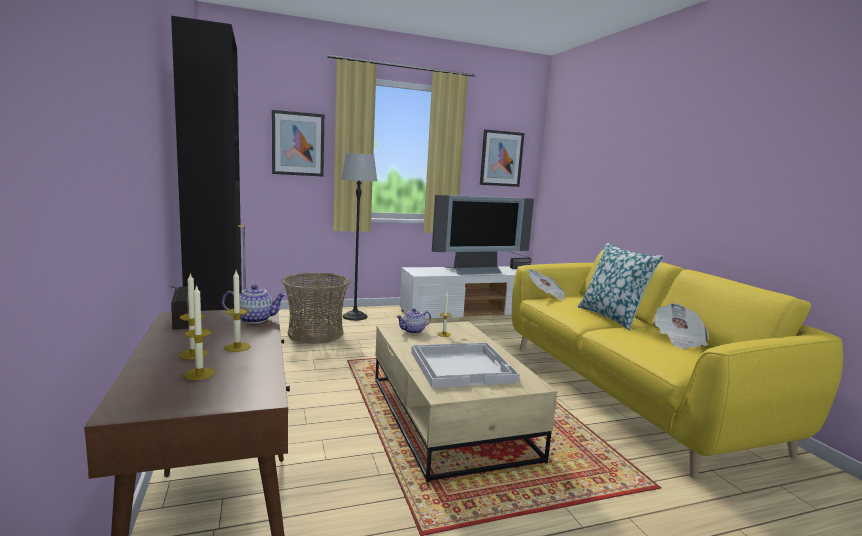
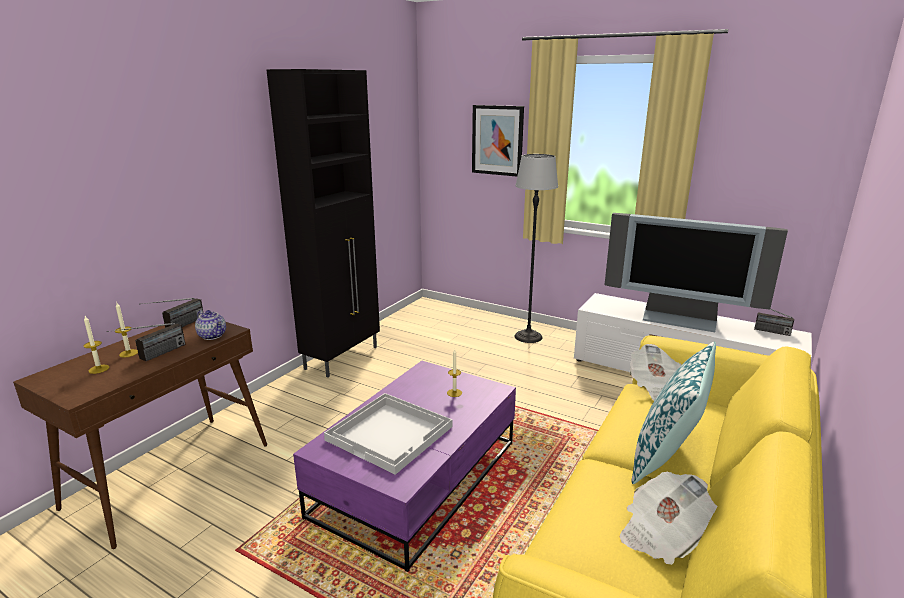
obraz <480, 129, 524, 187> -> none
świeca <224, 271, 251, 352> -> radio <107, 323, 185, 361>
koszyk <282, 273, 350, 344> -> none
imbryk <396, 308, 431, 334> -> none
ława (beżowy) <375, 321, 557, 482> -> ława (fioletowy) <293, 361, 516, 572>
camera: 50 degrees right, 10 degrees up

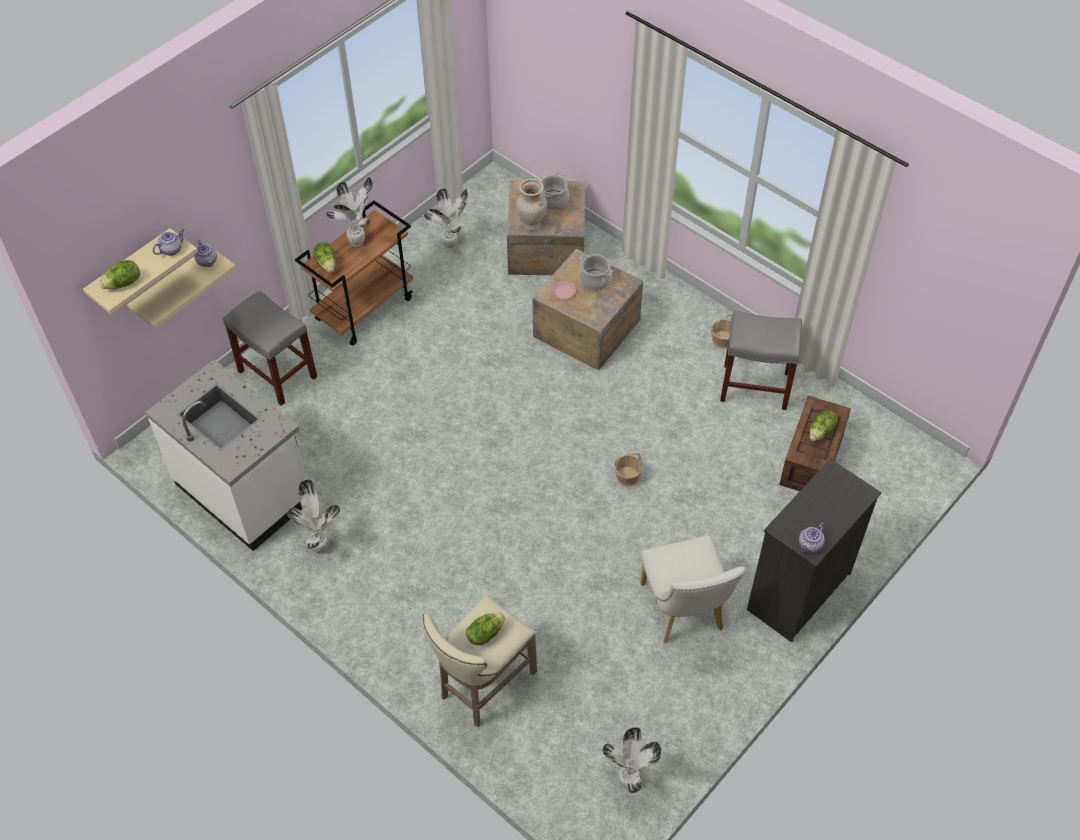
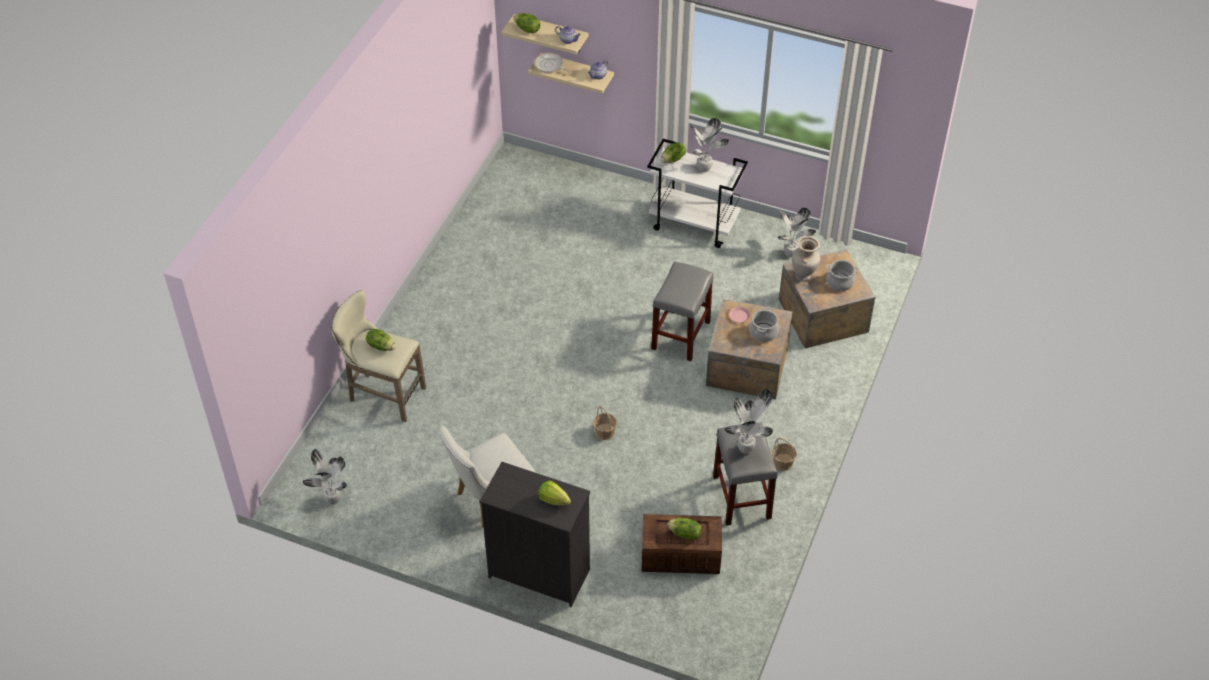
wózek (brązowy) <295, 201, 413, 346> -> wózek (biały) <647, 139, 748, 248>
stołek (szary) <223, 291, 317, 406> -> stołek (szary) <651, 261, 714, 361>, relocated
zabudowa kuchenna (biały) <145, 360, 306, 551> -> none
roślina doniczkowa <287, 480, 340, 554> -> roślina doniczkowa <724, 389, 773, 454>, relocated
imbryk <799, 523, 825, 553> -> none
none -> patelnia <534, 53, 573, 73>
none -> sałata <538, 480, 571, 505>
camera: 70 degrees right, 5 degrees down

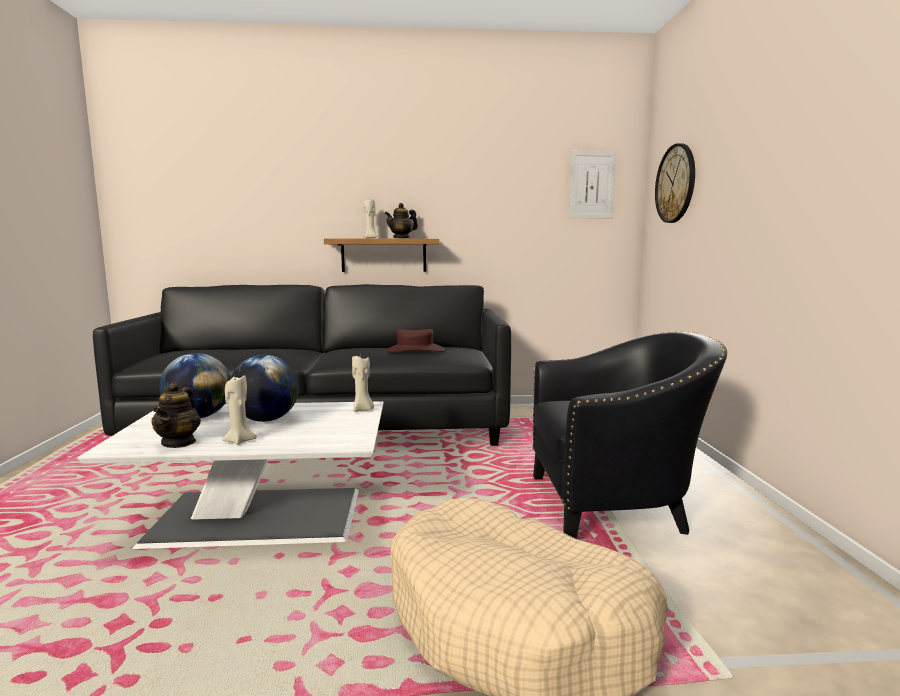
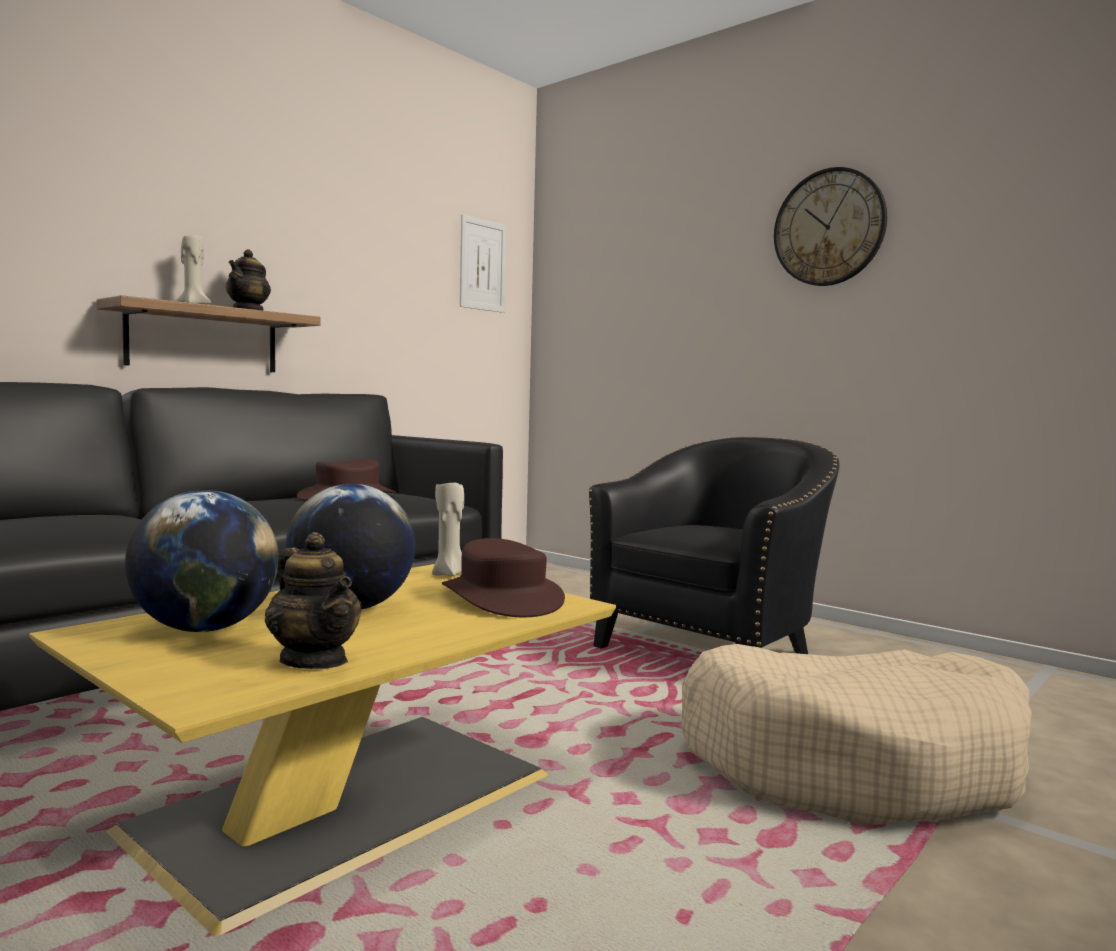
zegar ścienny <655, 143, 695, 223> -> zegar ścienny <774, 167, 887, 286>, relocated
świeca (beżowy) <222, 375, 257, 445> -> none
ława (biały) <78, 401, 384, 549> -> ława (żółty) <29, 564, 616, 936>
none -> kapelusz (brązowy) <442, 538, 565, 617>
camera: 45 degrees left, 5 degrees down

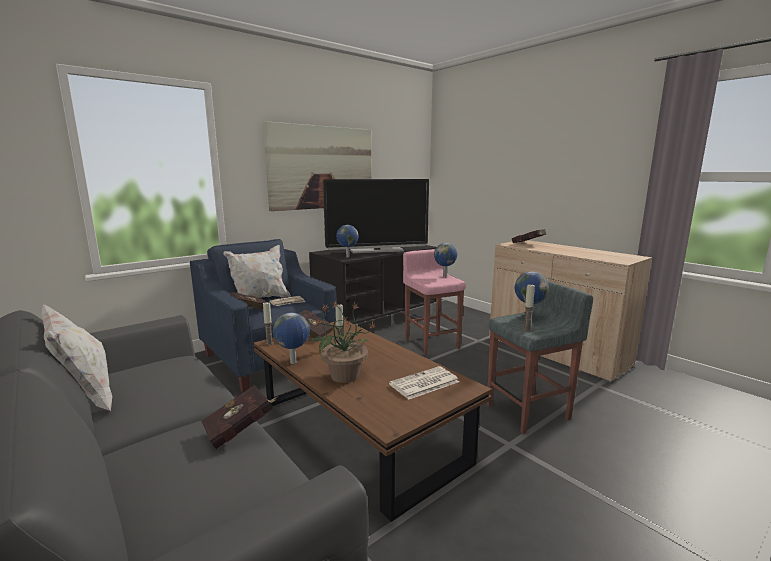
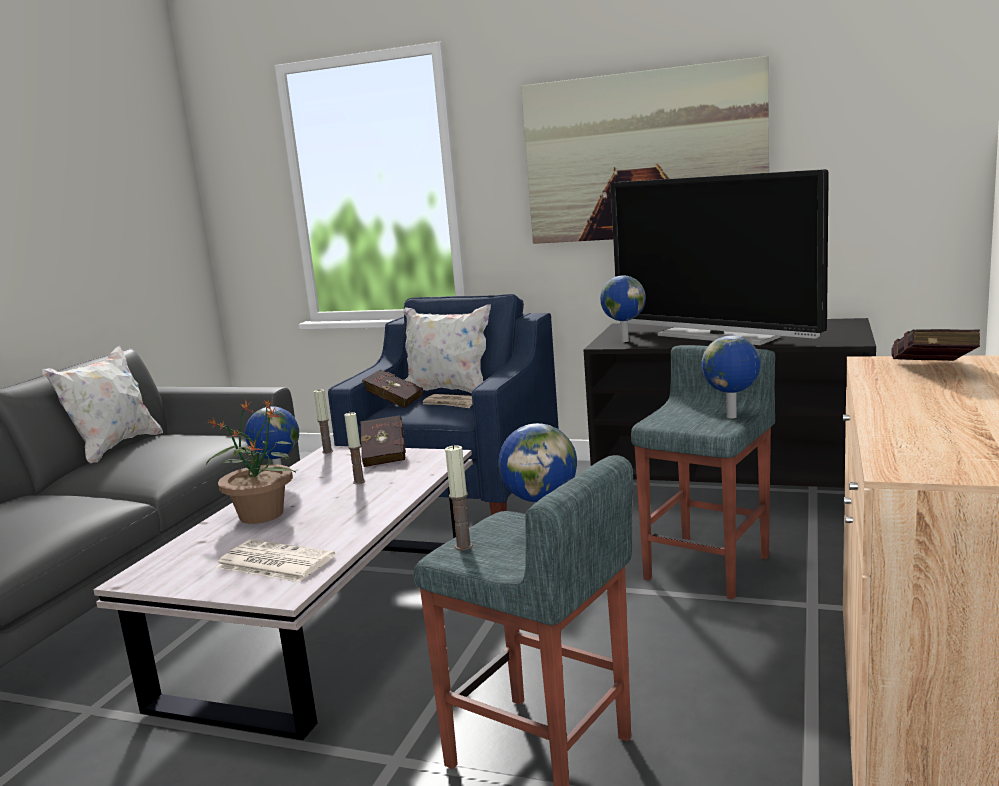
stołek (różowy) <403, 249, 466, 355> -> stołek (szary) <631, 345, 775, 599>
ława (brązowy) <254, 321, 492, 522> -> ława (biały) <93, 446, 473, 740>
książka (czerwony) <201, 385, 277, 449> -> none
camera: 60 degrees right, 0 degrees up

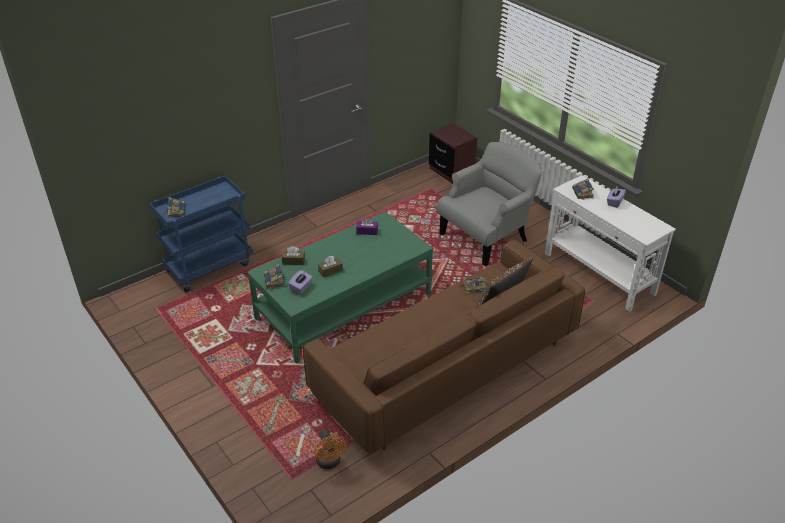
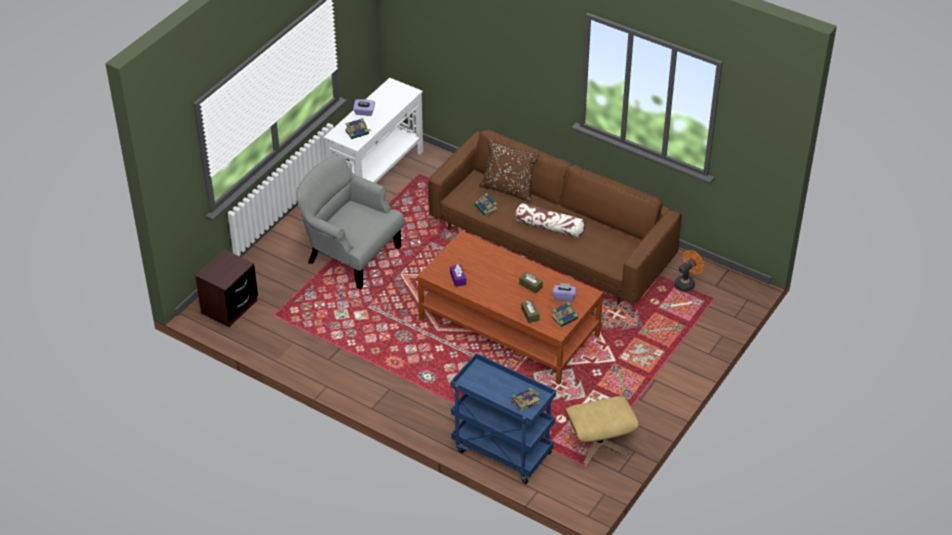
ława (zielony) <247, 212, 433, 364> -> ława (brązowy) <417, 230, 603, 385>
none -> poduszka <515, 203, 585, 238>
none -> pufa (beżowy) <565, 396, 639, 465>
camera: 110 degrees left, 5 degrees up

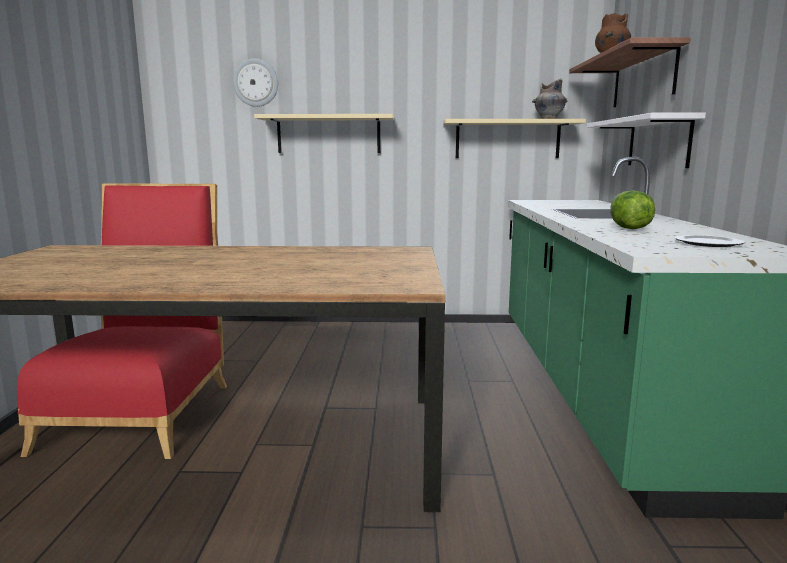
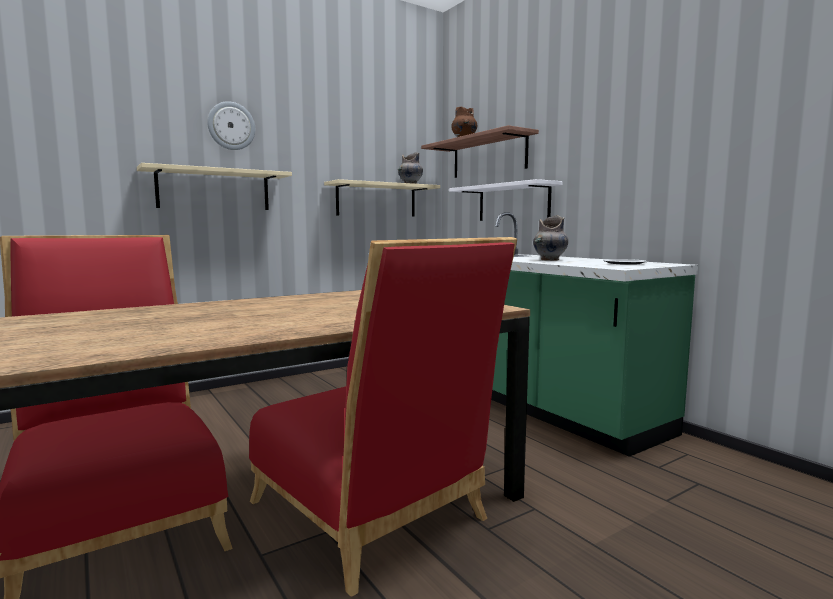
zegar ścienny <233, 58, 278, 107> -> zegar ścienny <207, 101, 255, 150>, relocated
sałata <610, 190, 655, 229> -> wazon (szary) <533, 215, 568, 261>
none -> krzesło (czerwony) <249, 237, 517, 597>
camera: 35 degrees left, 5 degrees down

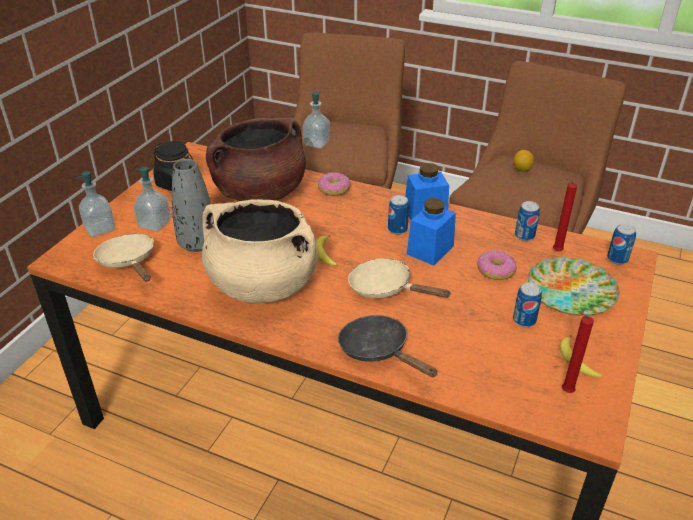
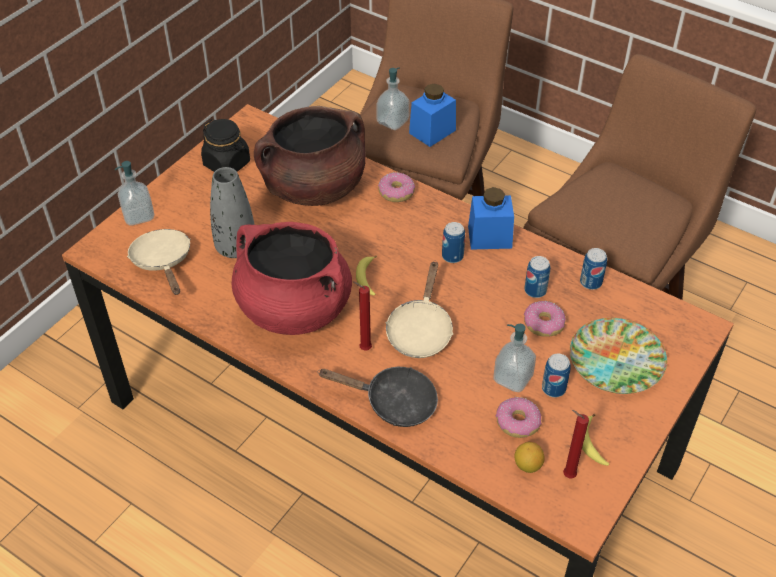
cytryna <513, 150, 534, 172> -> cytryna <514, 442, 545, 473>, relocated
dozownik mydła <133, 167, 171, 232> -> dozownik mydła <493, 324, 536, 392>, relocated
świeca (czerwony) <553, 177, 577, 252> -> świeca (czerwony) <353, 281, 372, 351>, relocated
słoik (niebieski) <407, 198, 456, 266> -> słoik (niebieski) <409, 84, 456, 147>, relocated
garnek (beżowy) <202, 199, 318, 303> -> garnek (czerwony) <232, 222, 352, 335>
puszka <607, 223, 636, 265> -> puszka <524, 256, 550, 298>, relocated
patelnia (beżowy) <348, 258, 451, 298> -> patelnia (beżowy) <385, 261, 453, 358>, 120 degrees counterclockwise
patelnia (czarny) <338, 315, 438, 377> -> patelnia (czarny) <318, 367, 438, 427>, 135 degrees clockwise
none -> donut <496, 397, 541, 438>
camera: 10 degrees right, 10 degrees up

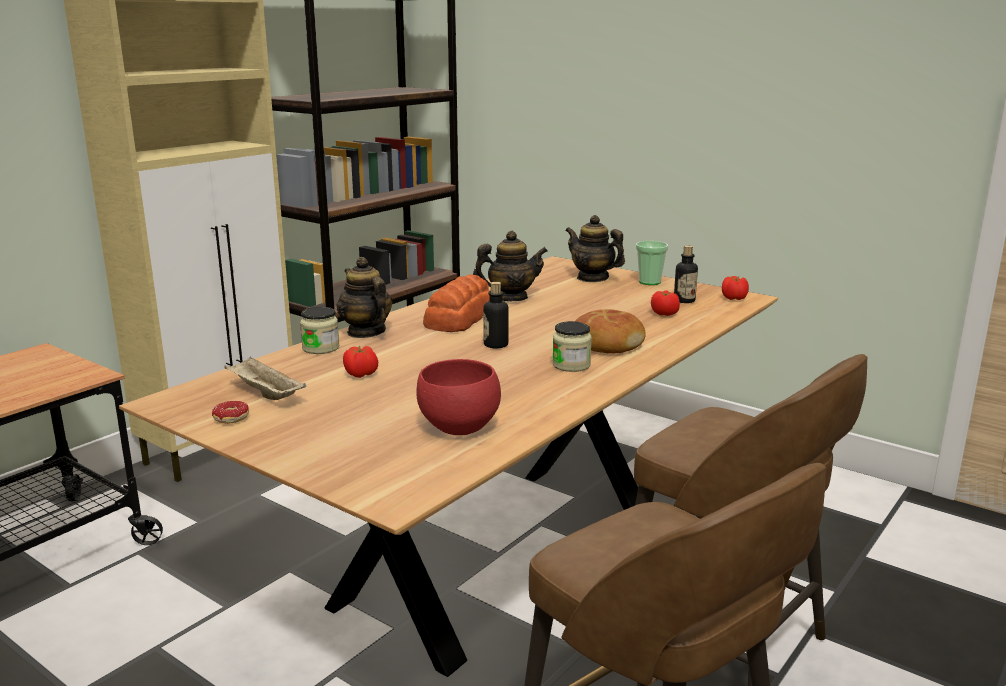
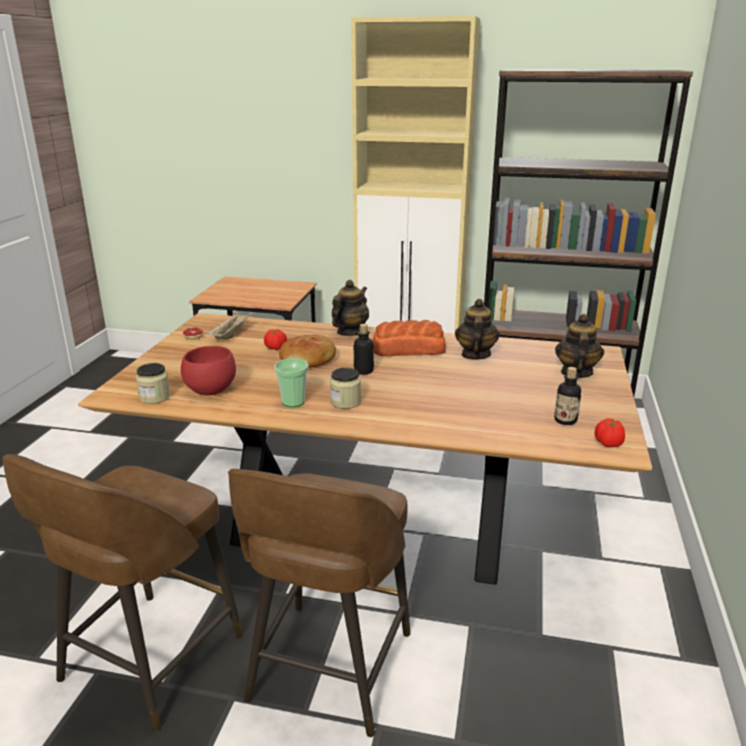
imbryk <473, 231, 548, 301> -> imbryk <455, 299, 500, 360>, 135 degrees counterclockwise
filiżanka <636, 241, 668, 285> -> filiżanka <274, 359, 308, 407>, relocated
pomidor <651, 290, 680, 316> -> none
słoik <300, 307, 339, 354> -> słoik <136, 363, 170, 404>, relocated
chleb <575, 309, 646, 353> -> chleb <279, 334, 336, 368>, relocated
camera: 65 degrees right, 5 degrees up

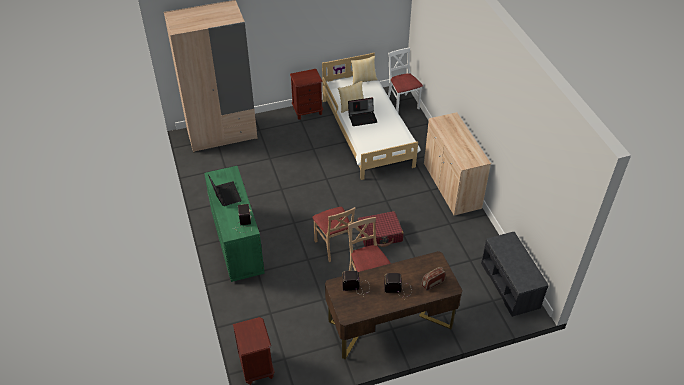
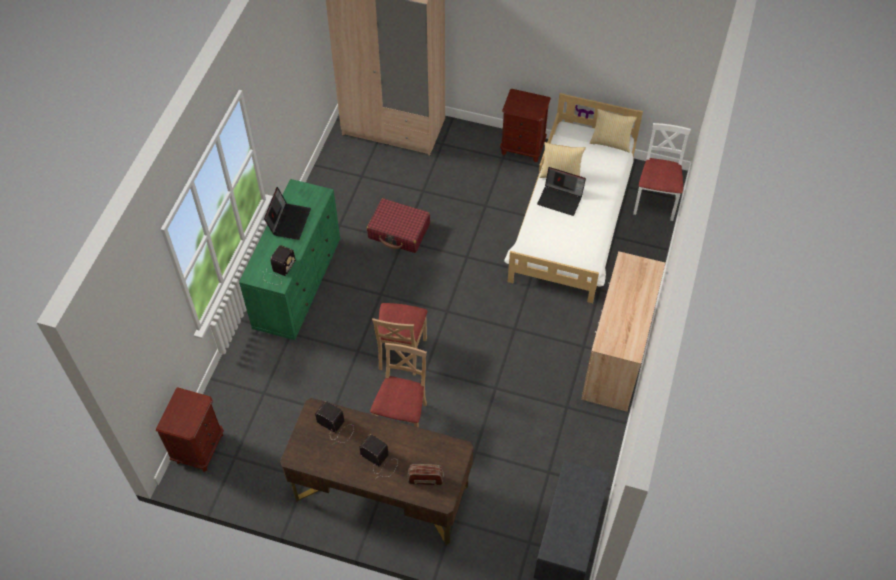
walizka (czerwony) <358, 211, 404, 247> -> walizka (czerwony) <367, 198, 430, 253>, relocated
camera: 35 degrees right, 10 degrees up

